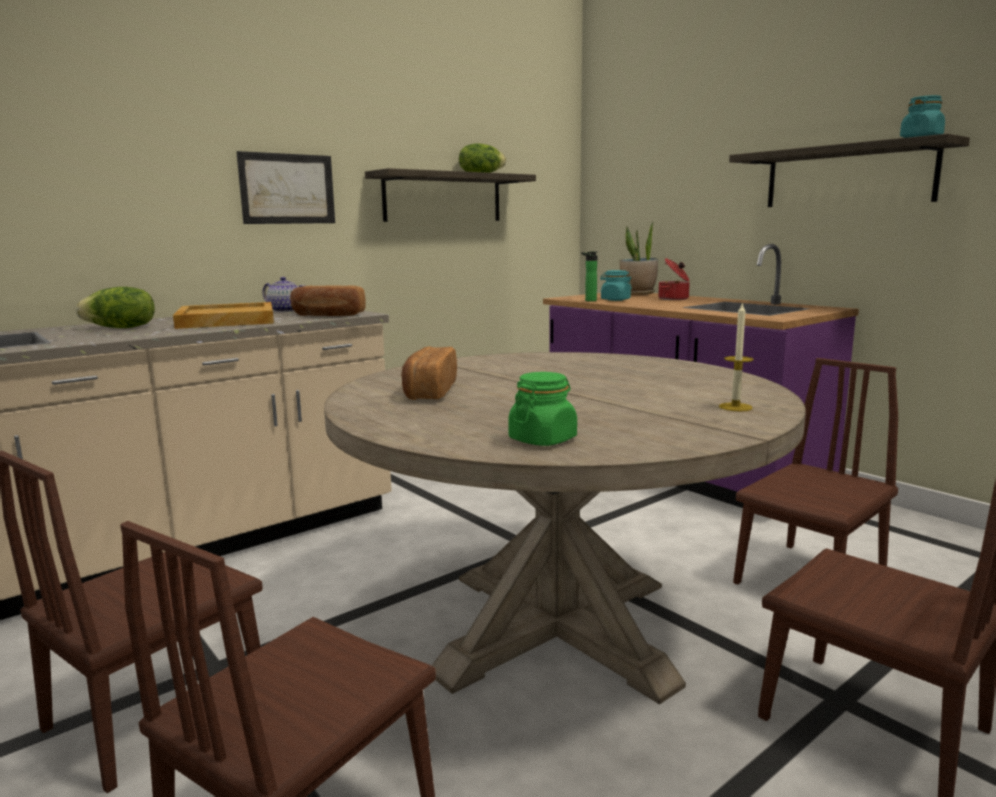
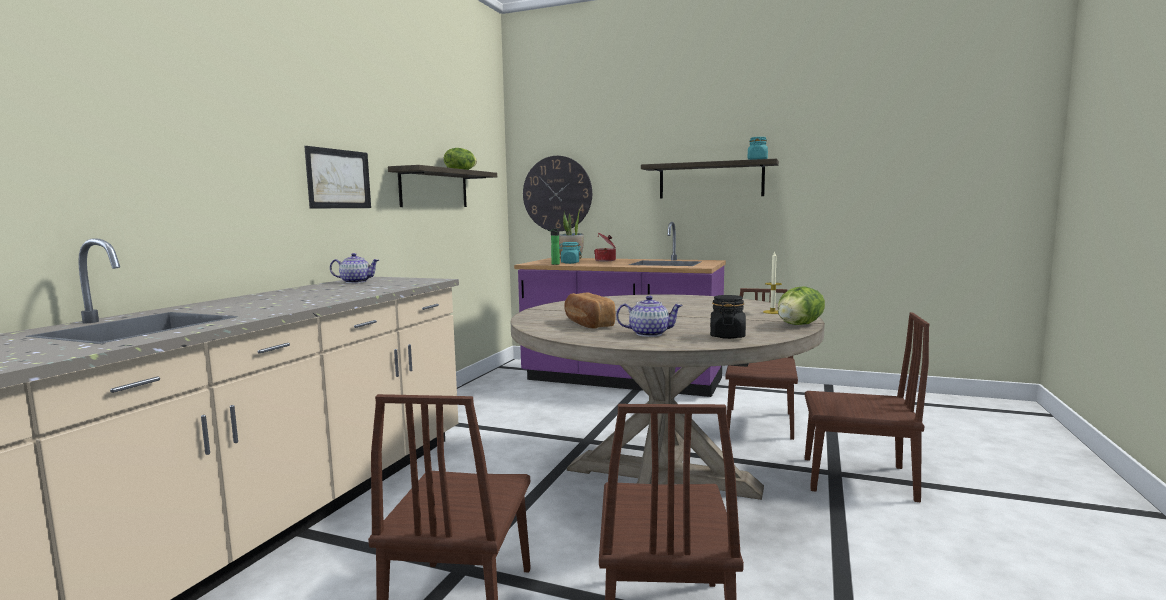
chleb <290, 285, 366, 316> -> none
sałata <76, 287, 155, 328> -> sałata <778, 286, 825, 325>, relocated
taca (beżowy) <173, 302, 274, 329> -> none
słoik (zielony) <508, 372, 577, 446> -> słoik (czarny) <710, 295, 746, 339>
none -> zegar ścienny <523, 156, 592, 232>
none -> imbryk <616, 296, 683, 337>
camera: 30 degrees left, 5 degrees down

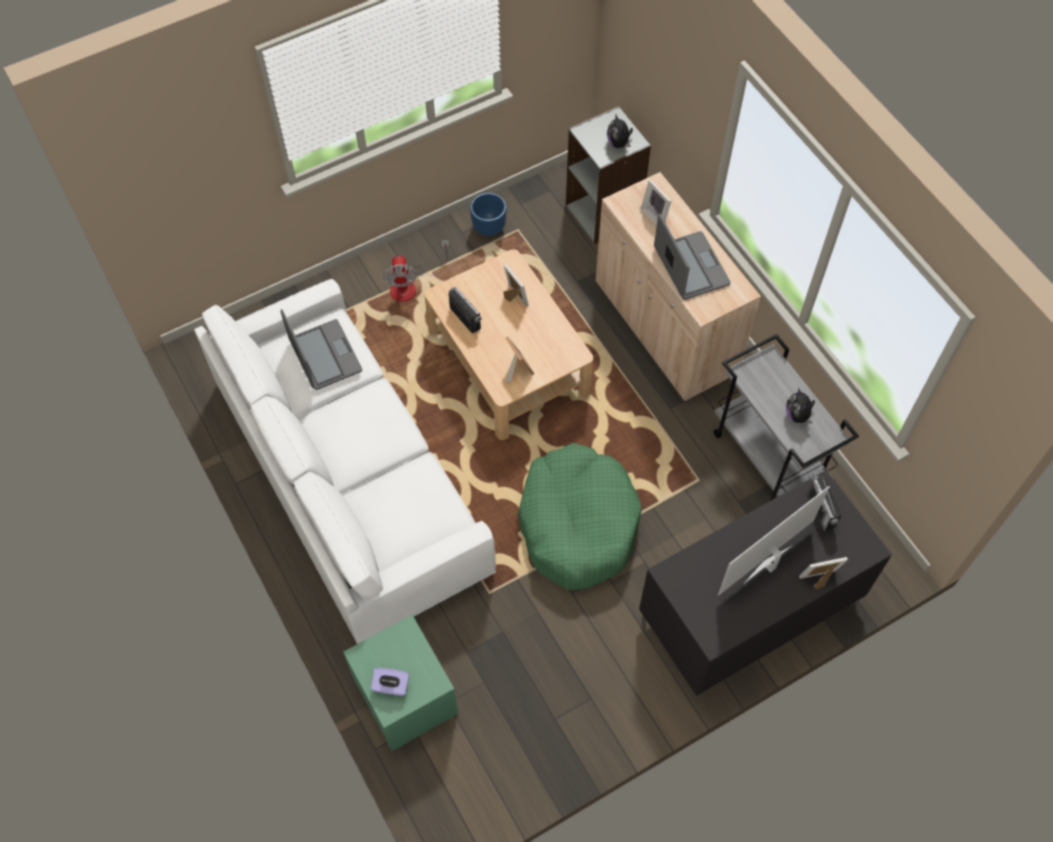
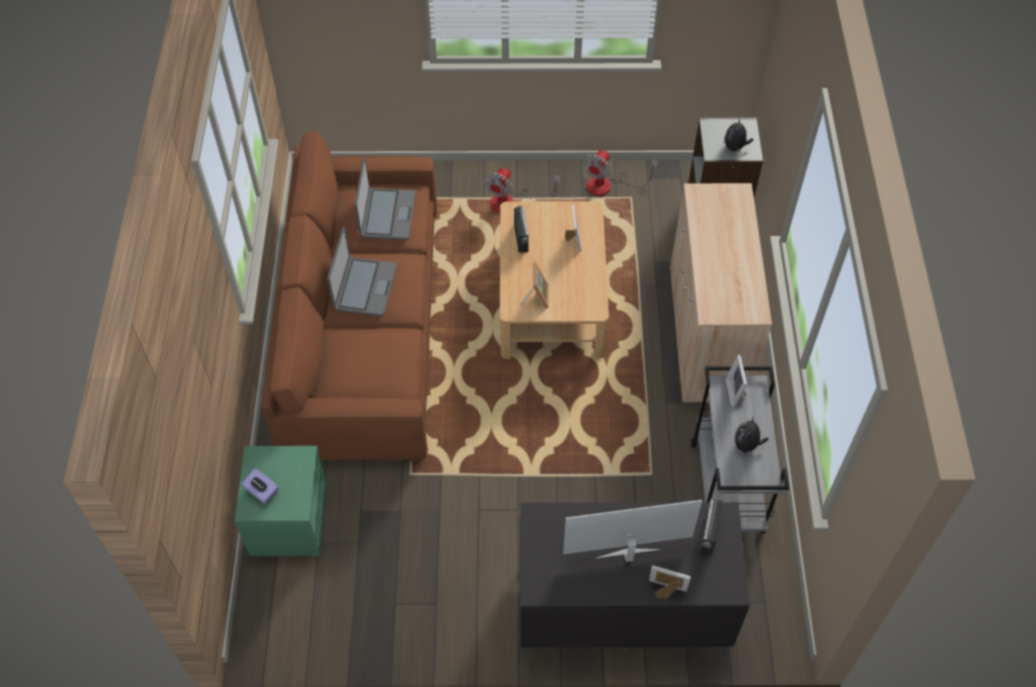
ramka na zdjęcie <641, 179, 671, 225> -> ramka na zdjęcie <726, 355, 747, 408>, relocated
donica (niebieski) <470, 193, 506, 236> -> wentylator <582, 150, 658, 196>
laptop <654, 214, 731, 300> -> laptop <327, 227, 397, 316>, relocated
kanapa (biały) <194, 279, 496, 644> -> kanapa (brązowy) <261, 131, 437, 461>
legowisko (zielony) <517, 443, 642, 590> -> none
camera: 30 degrees right, 5 degrees down

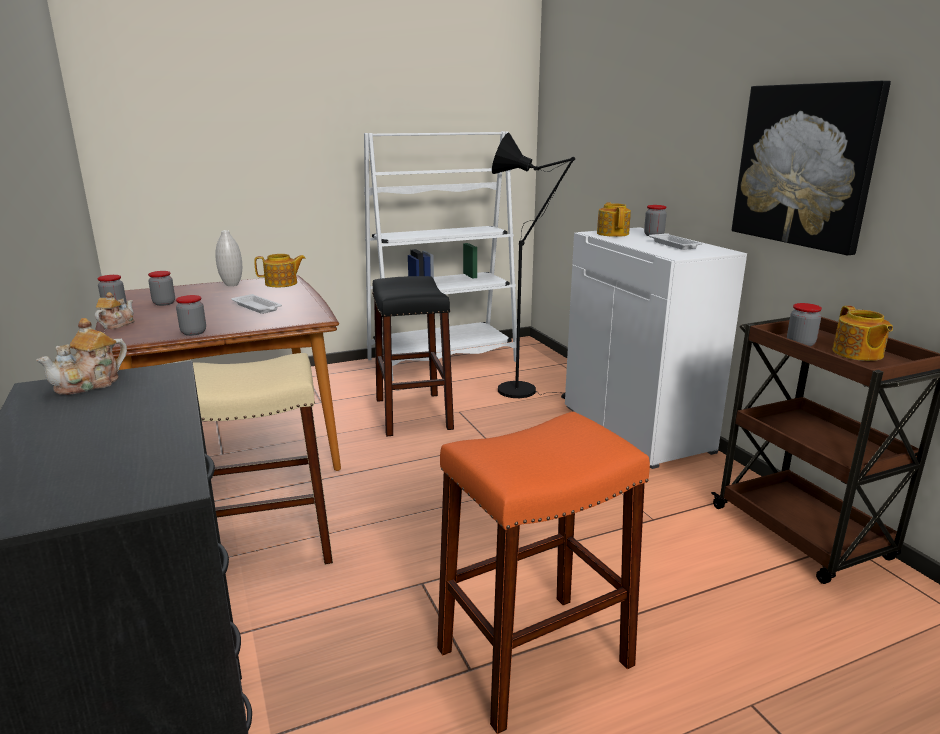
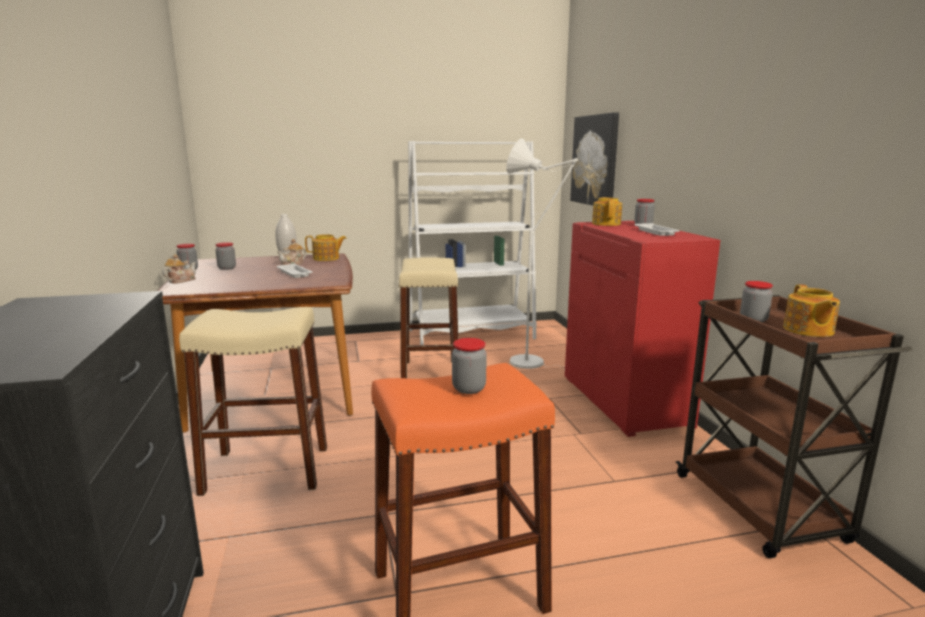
obraz <732, 81, 891, 255> -> obraz <570, 112, 619, 205>, relocated
lampa stojąca (czarny) <492, 132, 575, 399> -> lampa stojąca (biały) <506, 138, 578, 369>
szafka (biały) <565, 227, 747, 469> -> szafka (czerwony) <565, 221, 720, 437>
stołek (czarny) <372, 276, 454, 436> -> stołek (beżowy) <399, 257, 459, 378>
słoik <176, 295, 206, 336> -> słoik <452, 338, 487, 394>, relocated
imbryk <36, 318, 127, 395> -> imbryk <277, 239, 307, 265>, relocated
camera: 10 degrees right, 5 degrees down

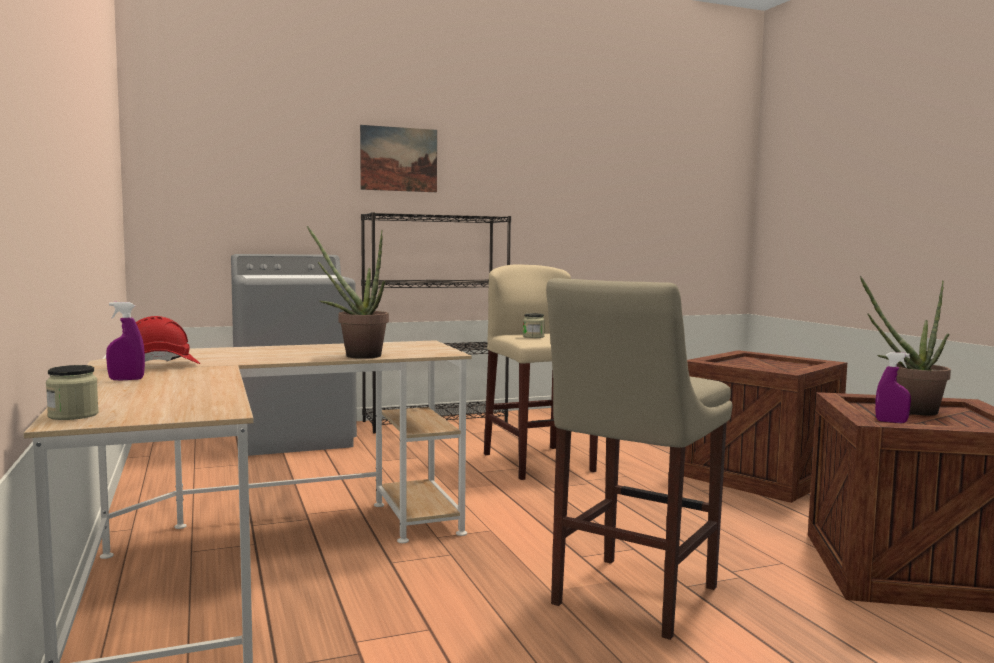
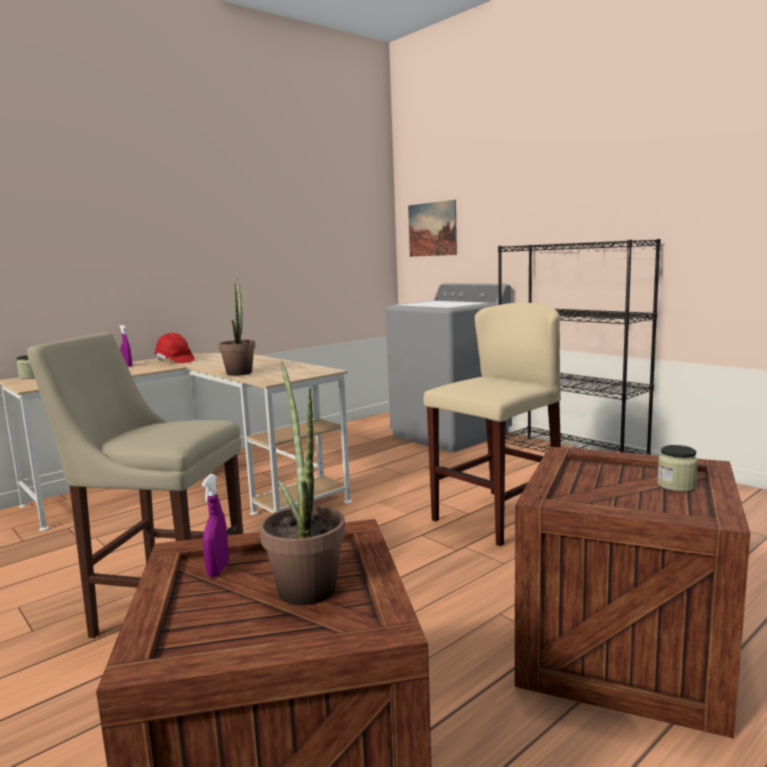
obraz <360, 125, 437, 192> -> obraz <408, 200, 457, 257>, relocated
słoik <523, 313, 545, 338> -> słoik <657, 445, 698, 492>, relocated
camera: 70 degrees right, 5 degrees up

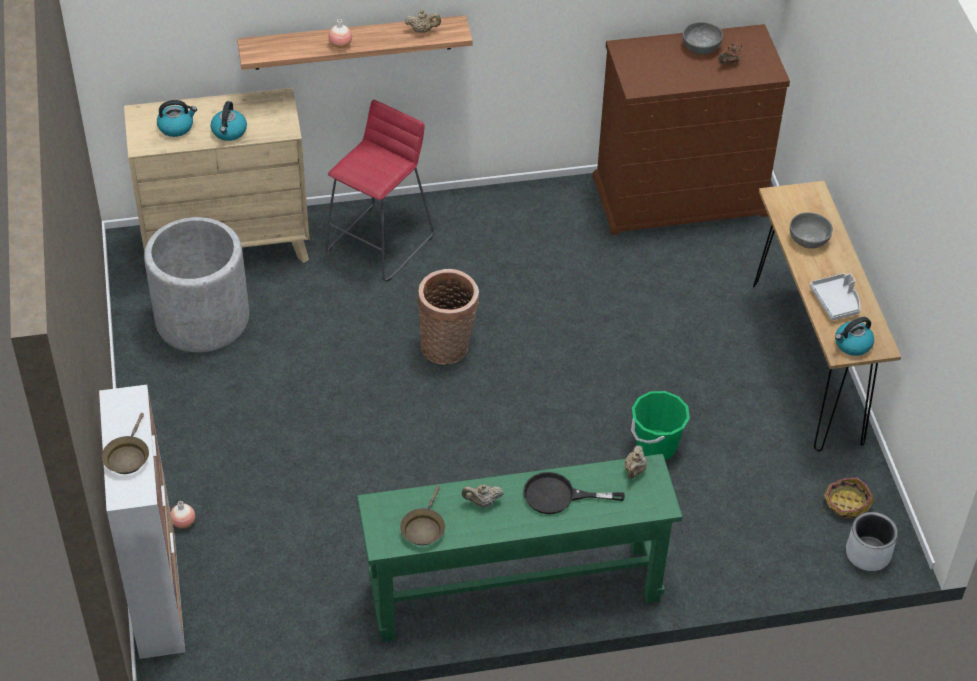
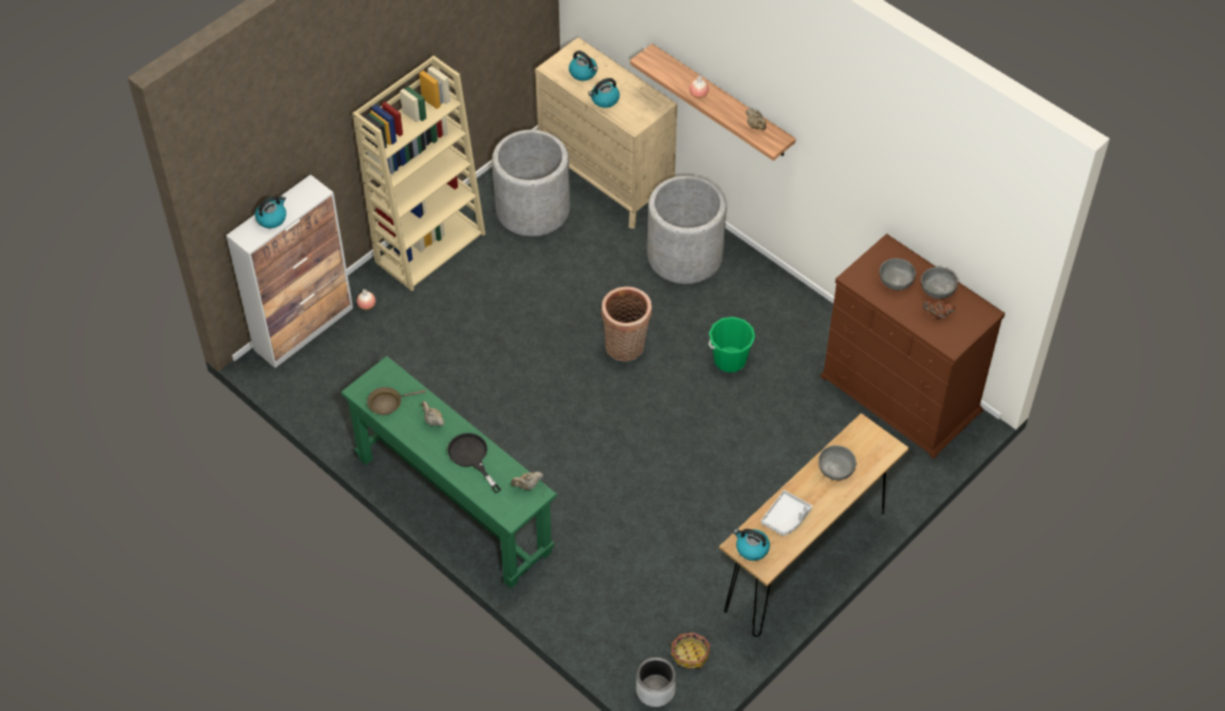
stołek (czerwony) <325, 100, 434, 281> -> donica (szary) <647, 175, 726, 284>
wiadro (zielony) <631, 391, 690, 460> -> wiadro (zielony) <708, 317, 755, 373>, relocated
patelnia (brązowy) <102, 413, 149, 474> -> czajnik <255, 196, 286, 228>
none -> regał (beżowy) <353, 55, 485, 291>
none -> miska (szary) <879, 258, 916, 290>
camera: 55 degrees right, 5 degrees up

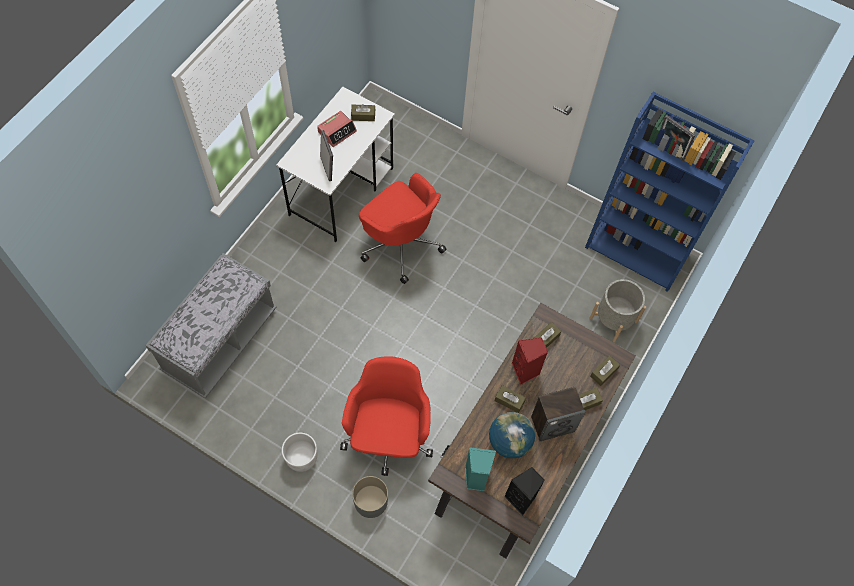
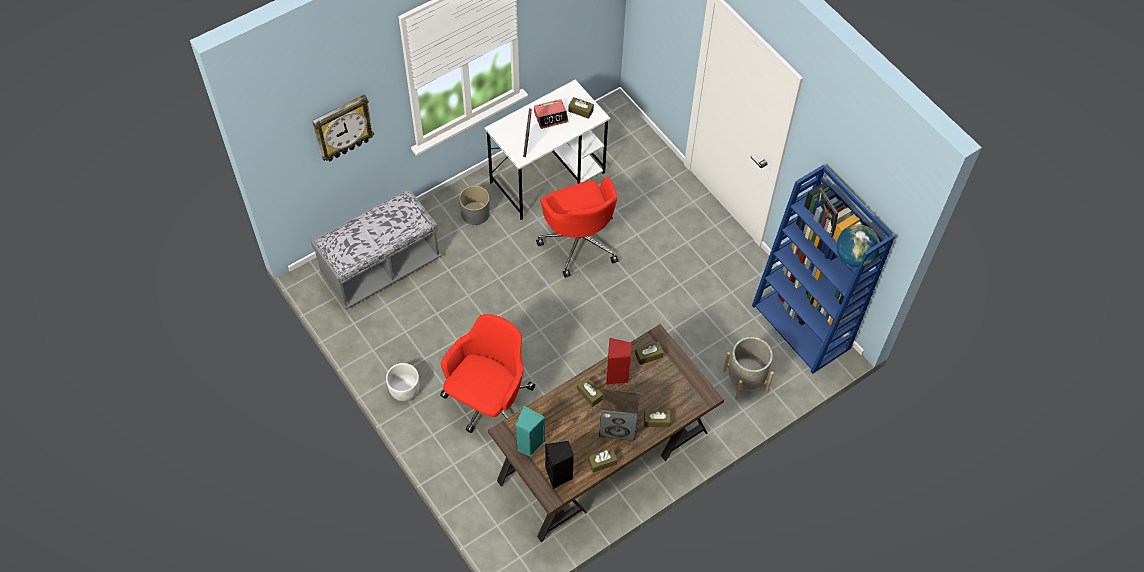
pudełko chusteczek (brązowy) <590, 356, 620, 386> -> pudełko chusteczek (brązowy) <588, 448, 618, 473>, relocated
globus <489, 412, 535, 458> -> globus <836, 225, 880, 267>, relocated
donica (szary) <352, 476, 388, 518> -> donica (szary) <459, 186, 490, 225>, relocated
none -> zegar ścienny <312, 95, 375, 162>
camera: 25 degrees right, 5 degrees down

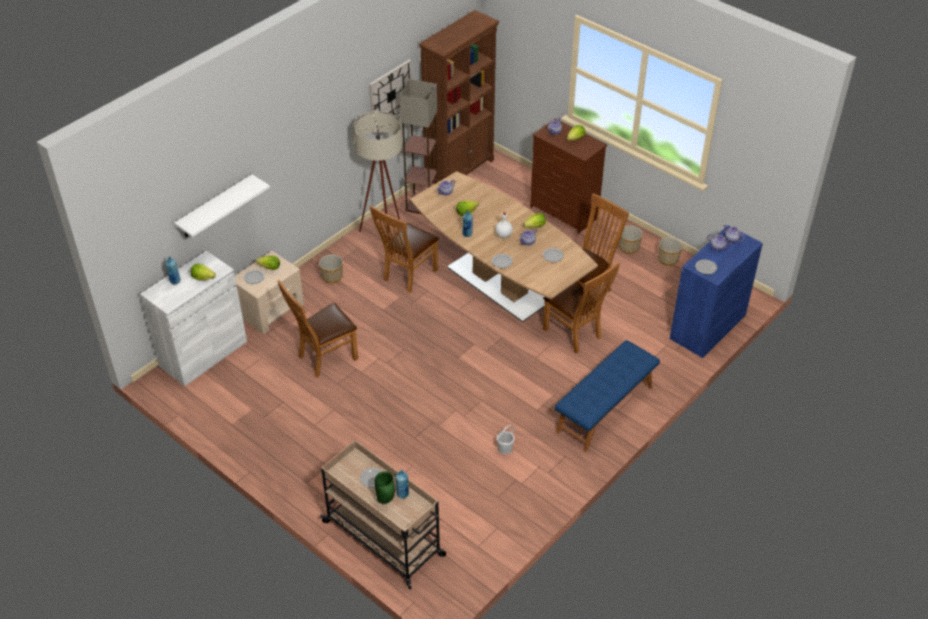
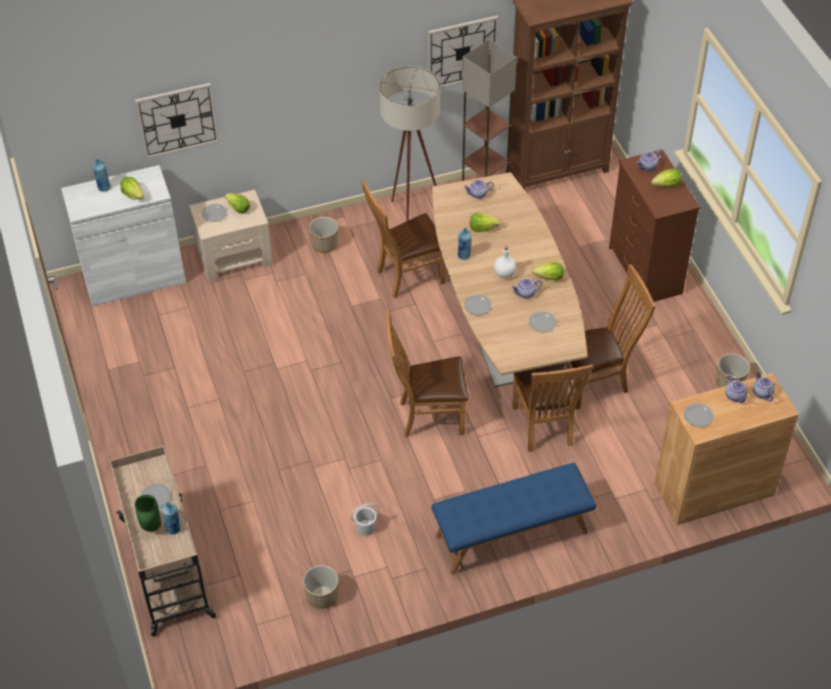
półka (biały) <174, 175, 270, 238> -> zegar ścienny <135, 83, 219, 159>
donica <619, 225, 643, 254> -> donica <303, 565, 338, 608>, relocated
szafka (niebieski) <670, 225, 763, 358> -> szafka (brązowy) <654, 373, 799, 525>
krzesło (brązowy) <278, 280, 358, 378> -> krzesło (brązowy) <386, 310, 468, 437>, relocated
camera: 30 degrees right, 5 degrees up

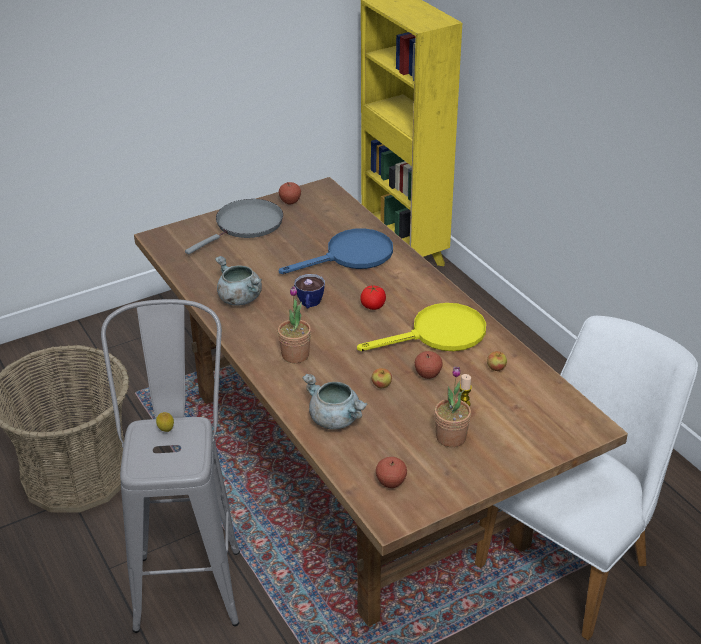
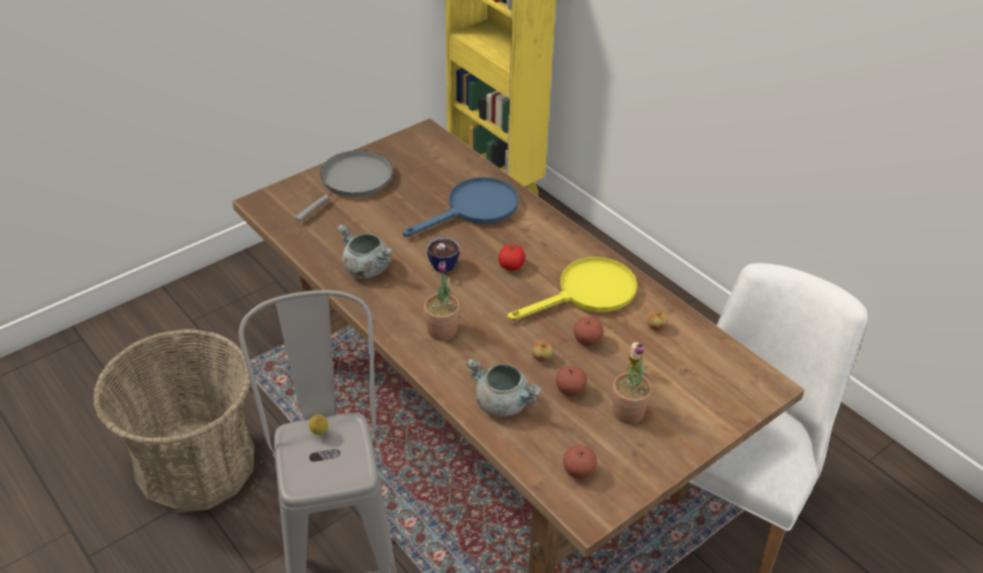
jabłko <279, 182, 301, 205> -> jabłko <556, 366, 587, 397>, relocated
camera: 10 degrees left, 5 degrees up

